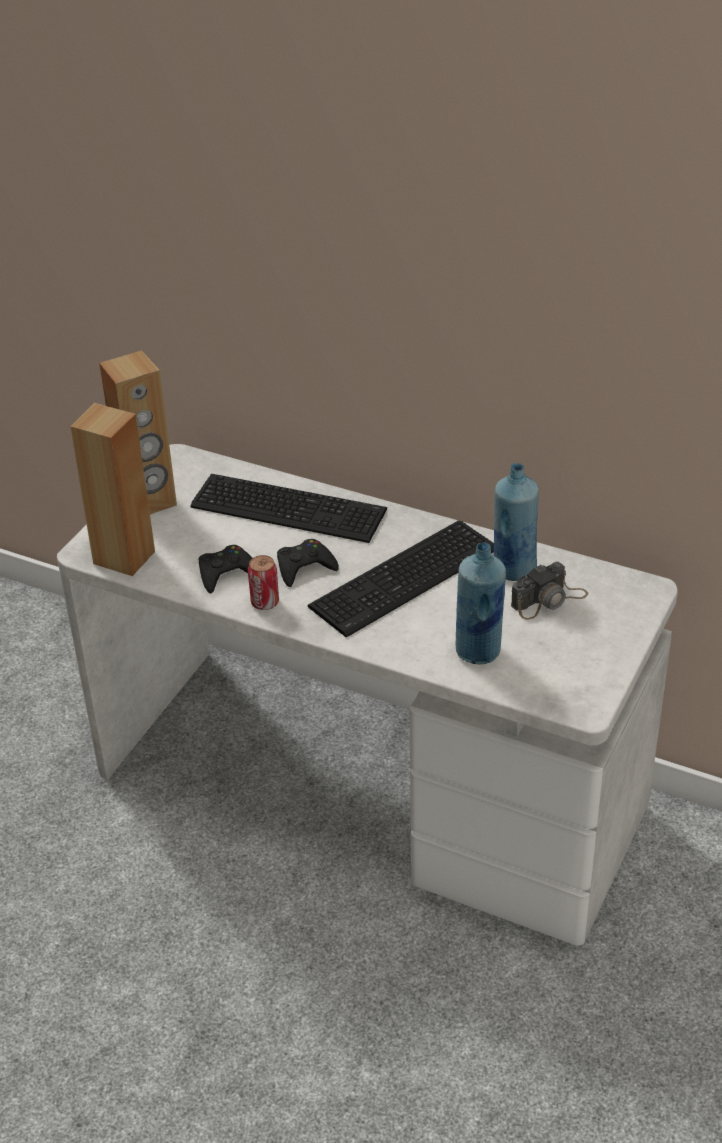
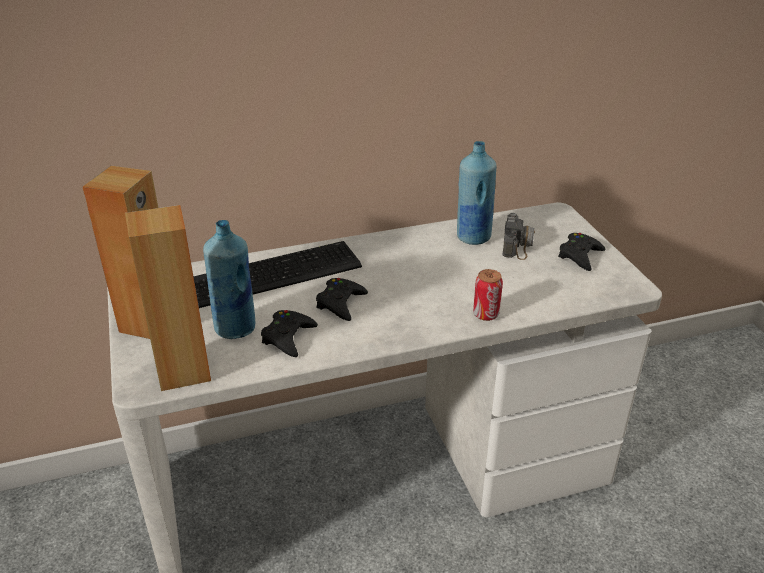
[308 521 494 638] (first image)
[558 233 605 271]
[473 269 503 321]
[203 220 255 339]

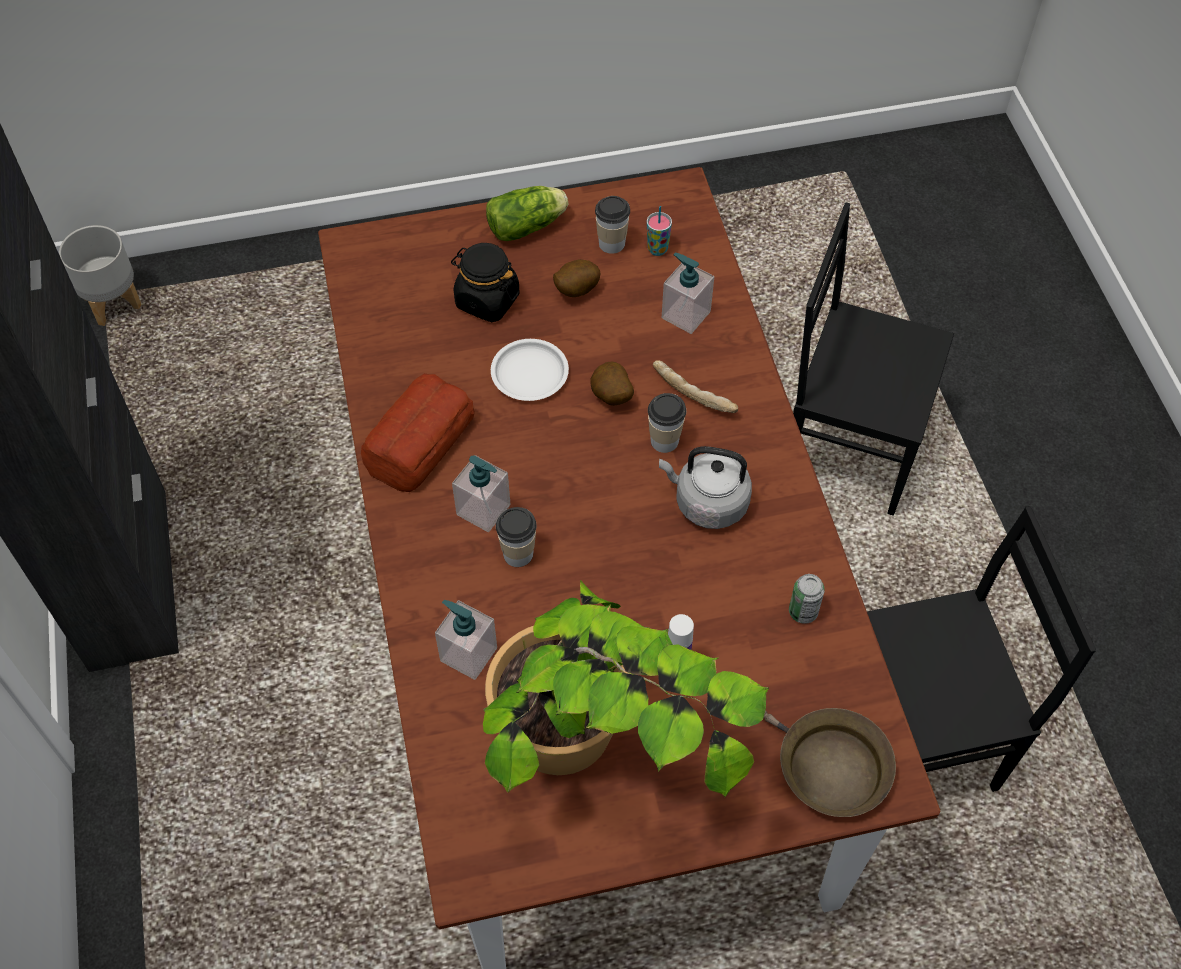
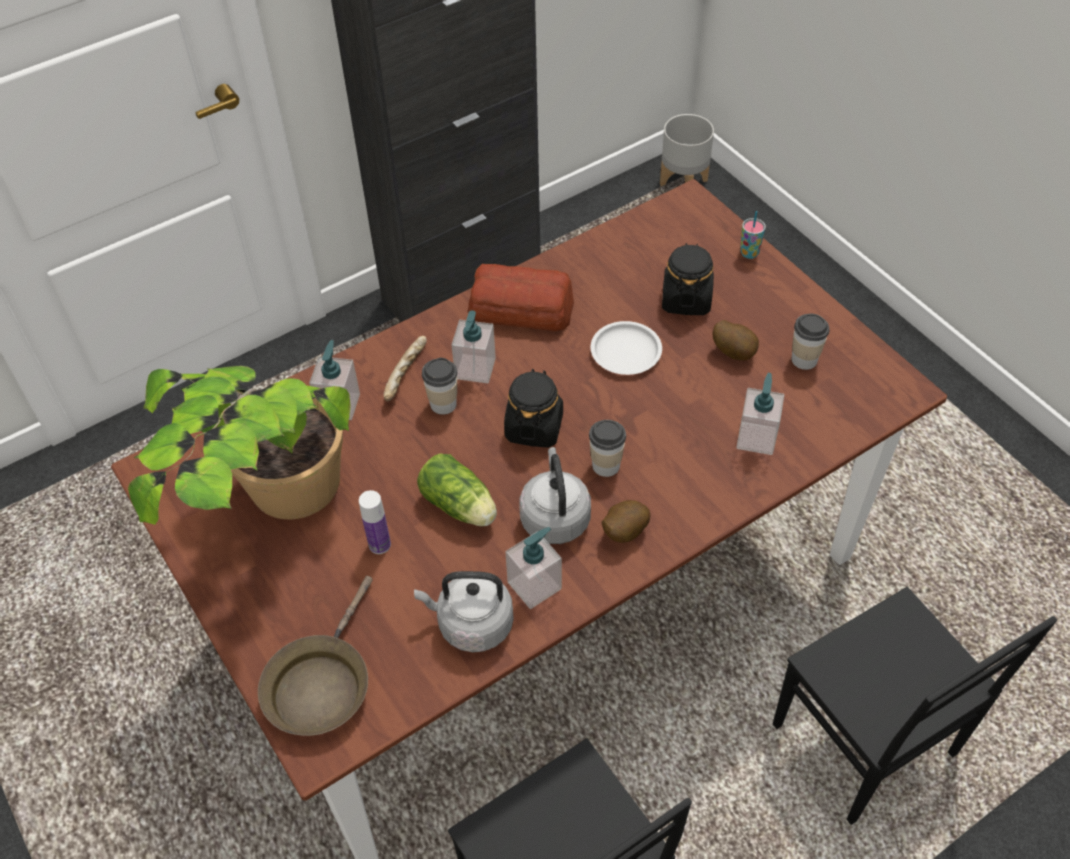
[504 369 563 448]
[505 527 562 609]
[417 453 497 526]
[602 500 651 543]
[740 211 766 259]
[383 336 427 401]
[414 571 514 652]
[773 587 1057 825]

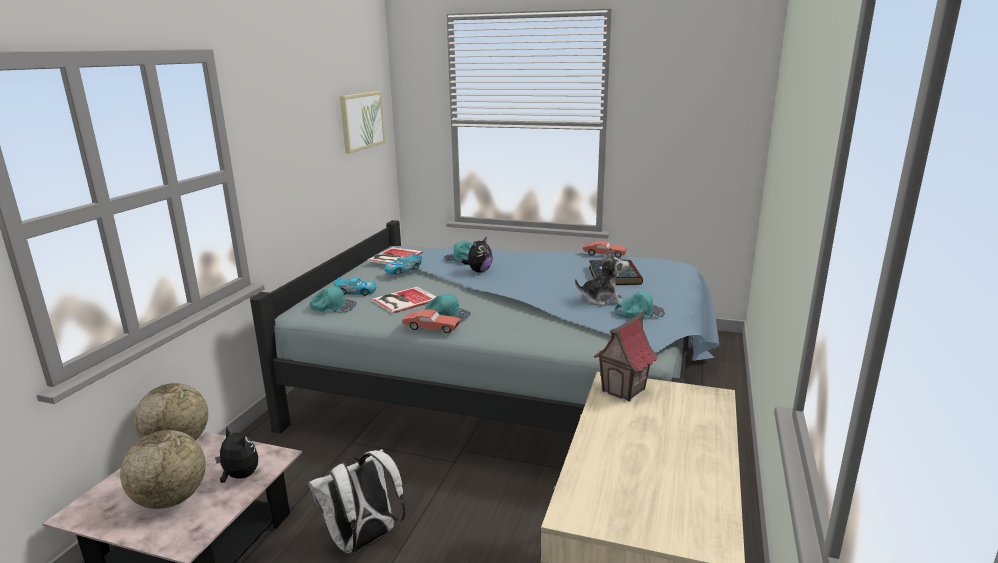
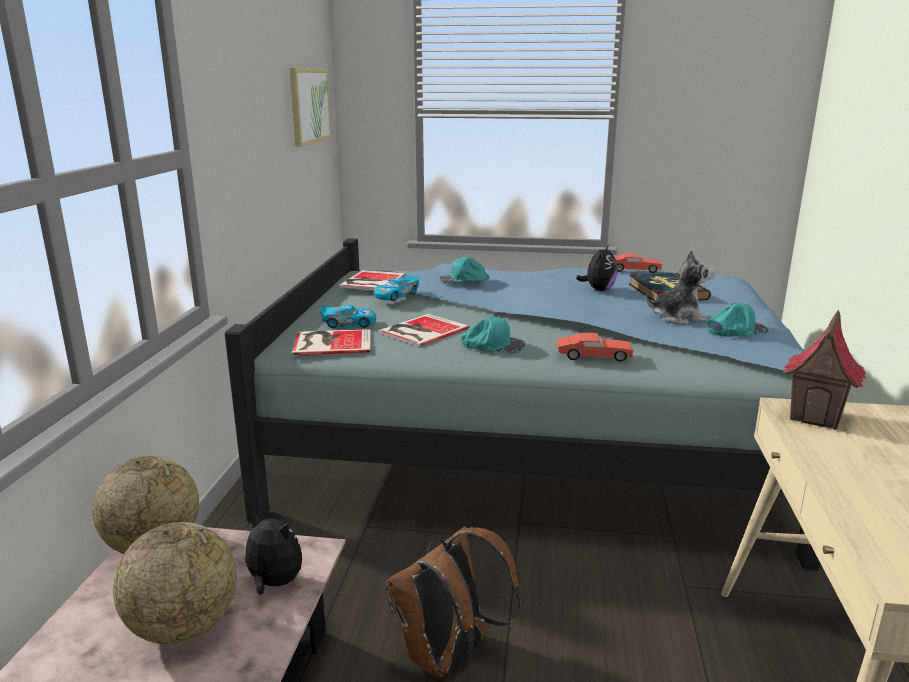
[557 333 633 362]
[576 244 618 291]
[292 329 371 355]
[385 526 520 677]

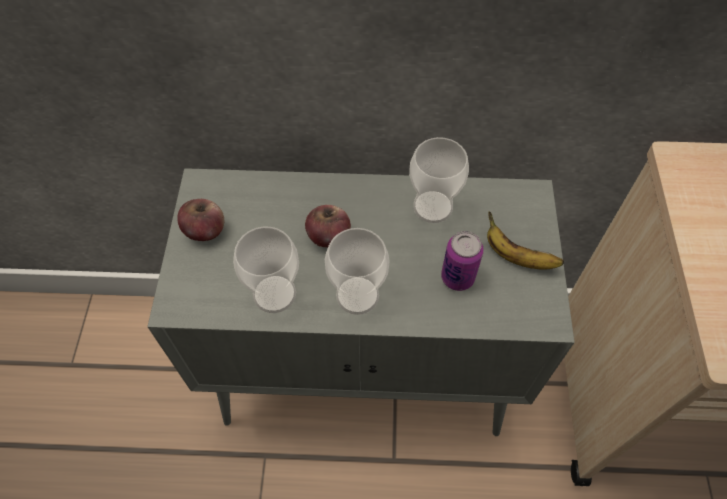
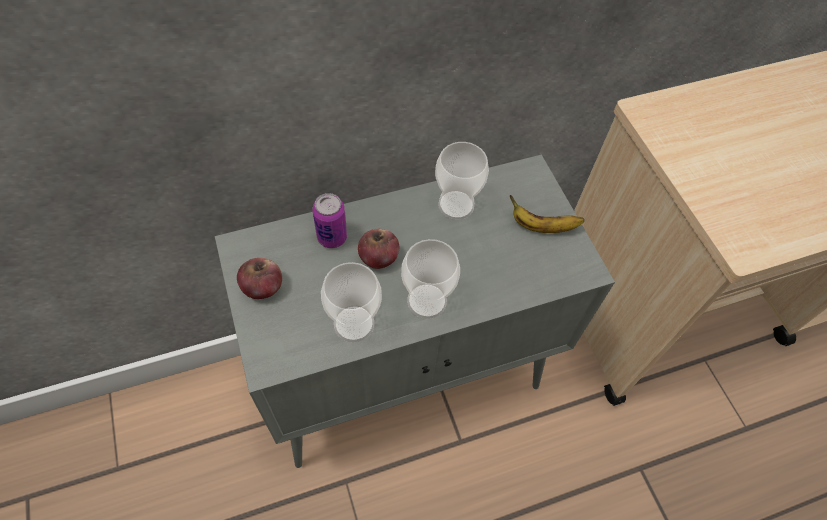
[312 193 347 248]

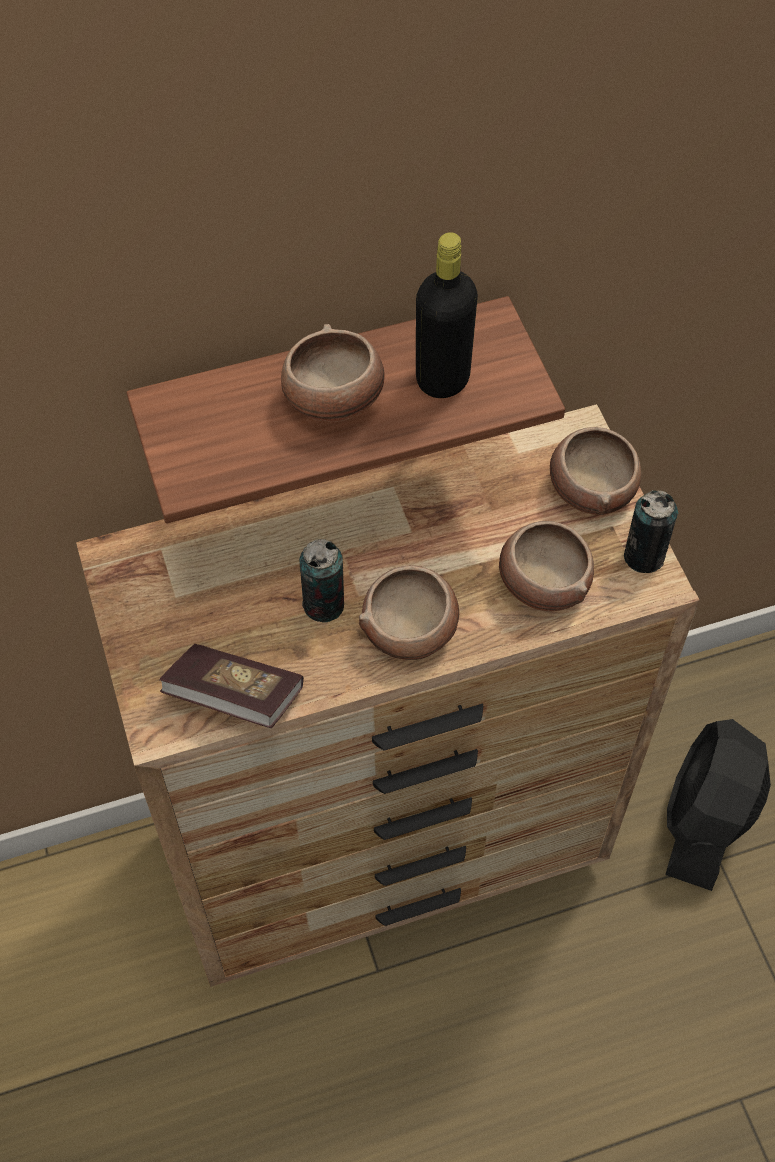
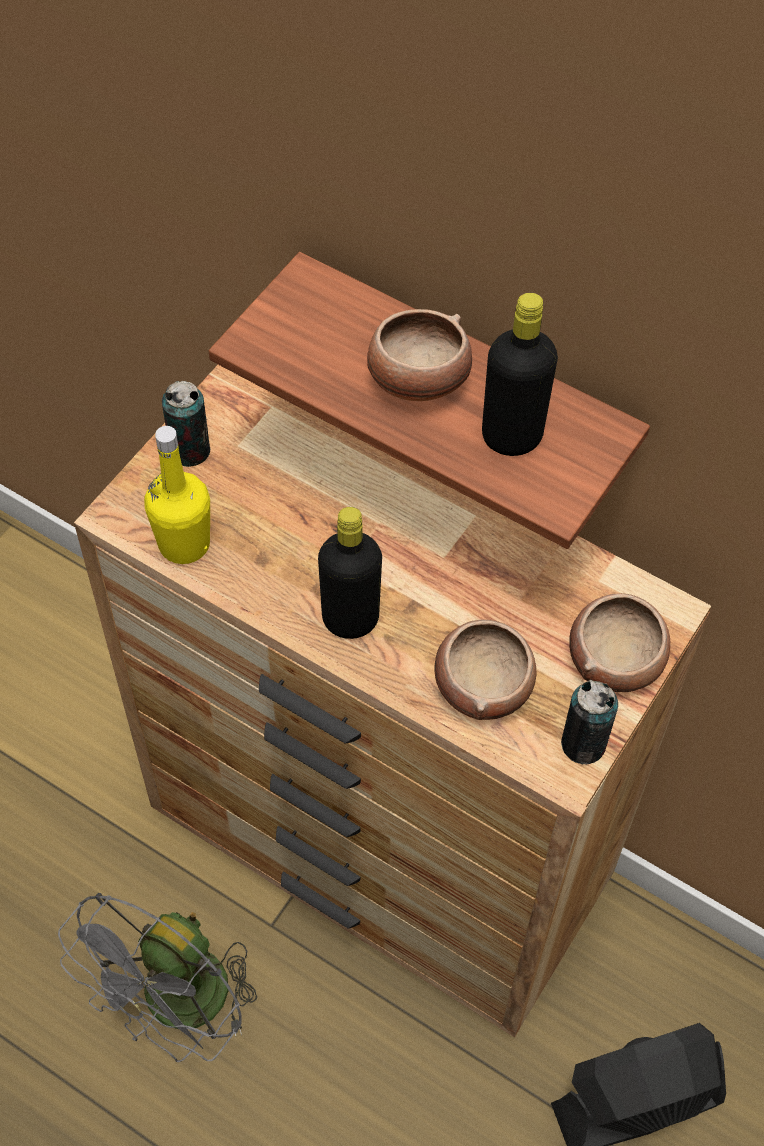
[58 893 257 1062]
[162 381 210 467]
[144 426 210 564]
[318 507 382 639]

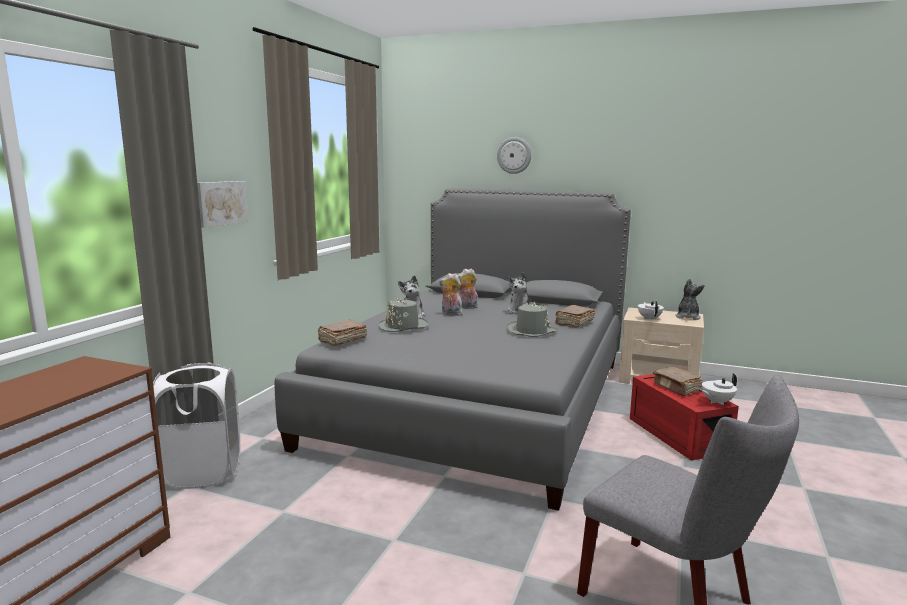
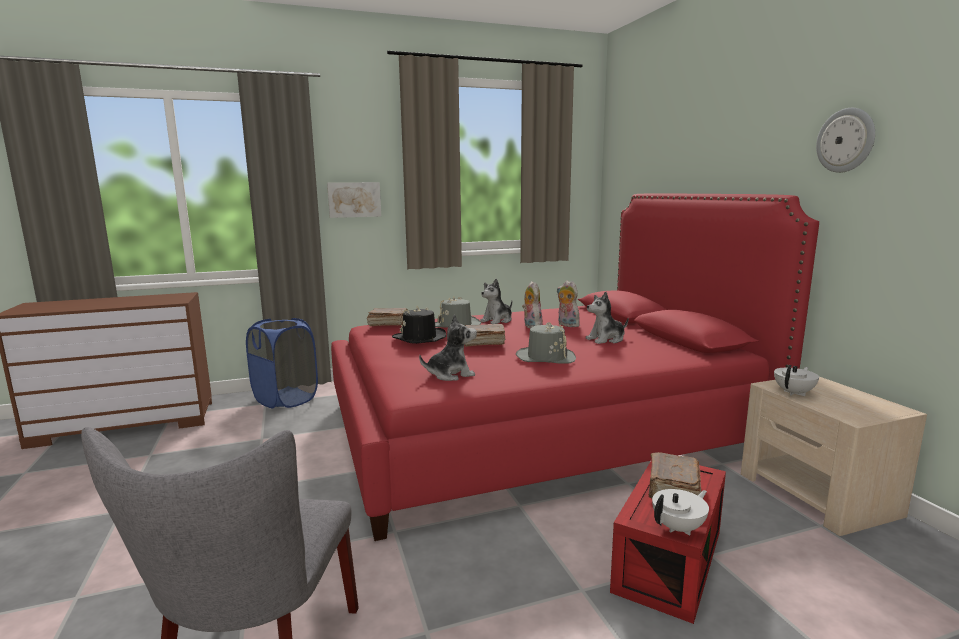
[392 306 446 344]
[816 108 875 173]
[465 324 505 347]
[419 314 477 381]
[246 318 318 408]
[331 193 819 541]
[652 489 709 536]

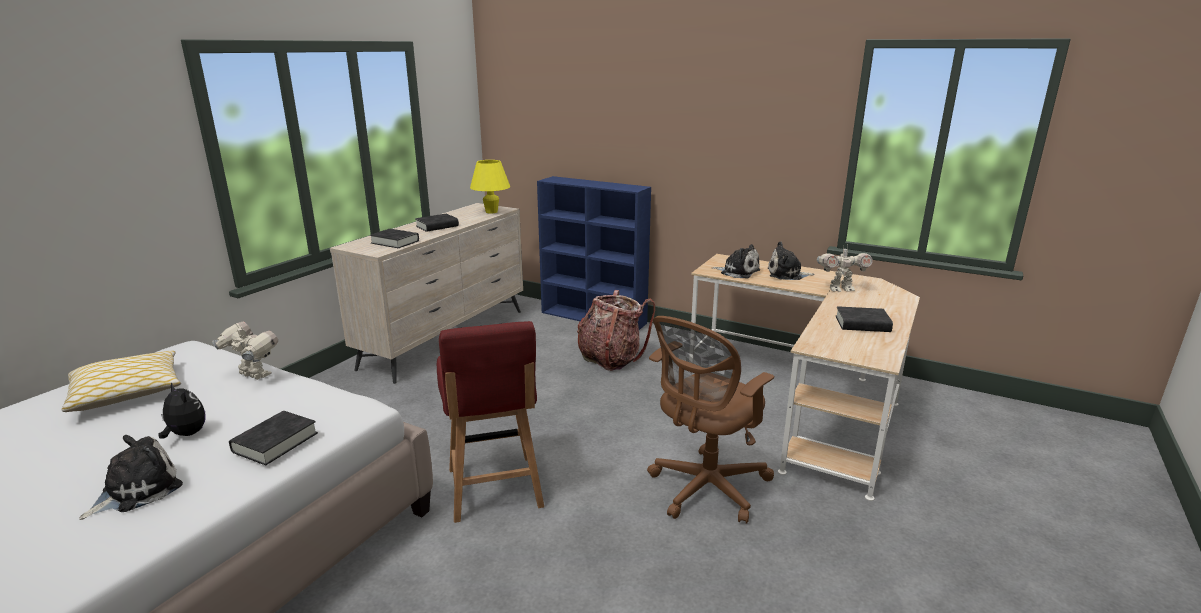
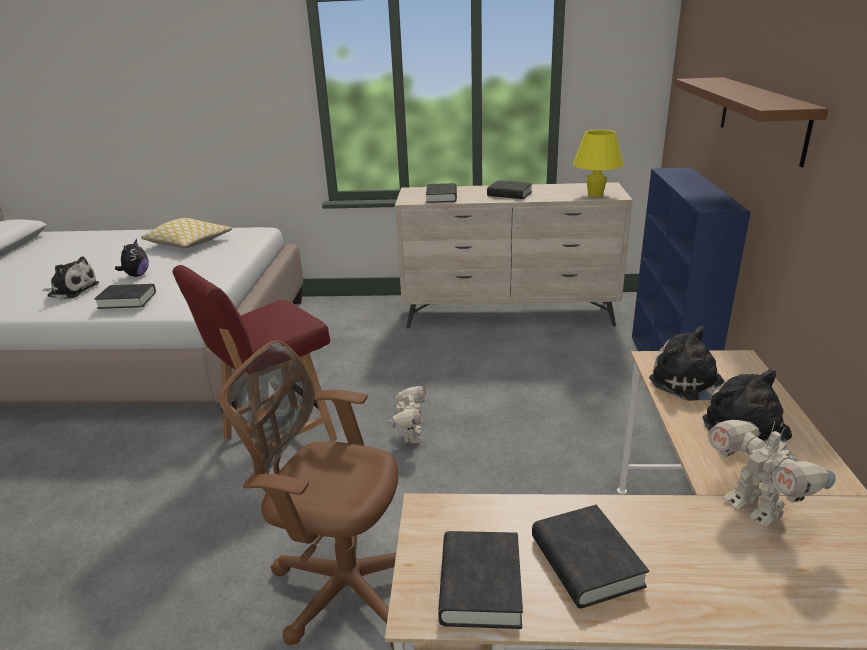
[577 290 655 371] (first image)
[438 531 523 629]
[675 77 828 167]
[388 386 427 443]
[649 326 724 401]

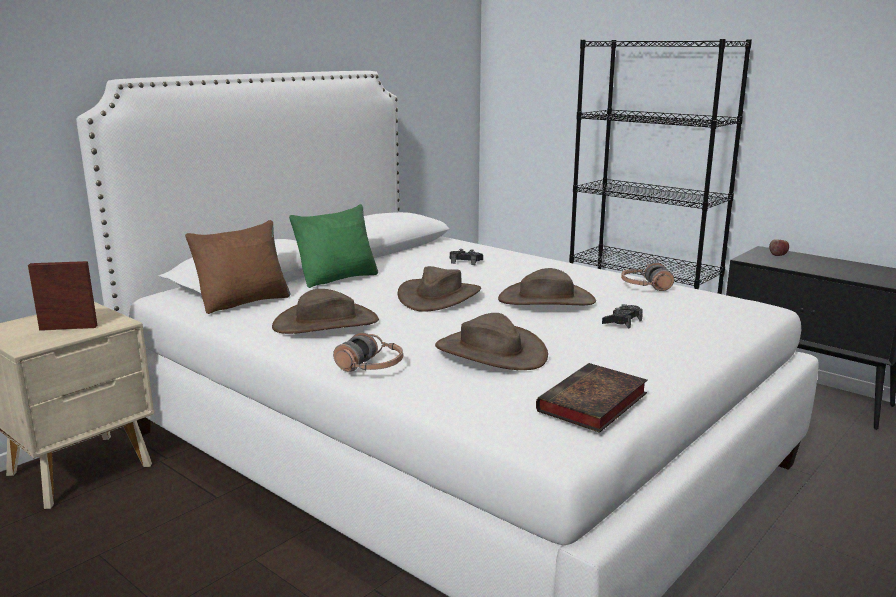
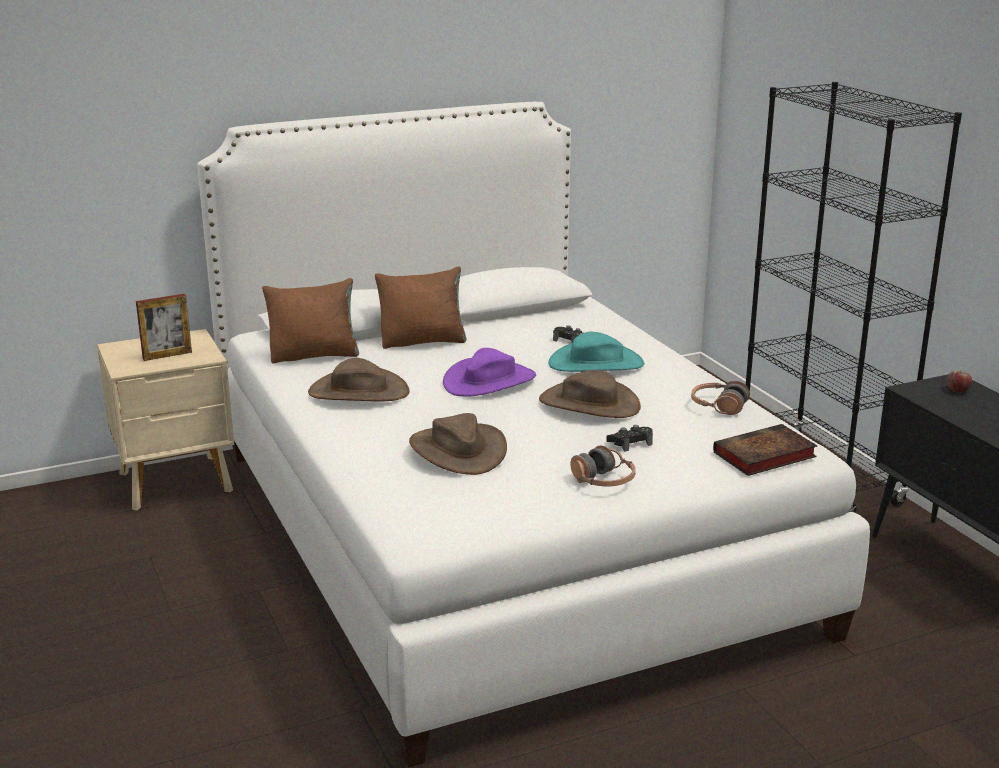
[548 332 644 372]
[570 446 636 487]
[713 424 817 476]
[375 267 467 349]
[443 348 536 396]
[136 294 192 361]

